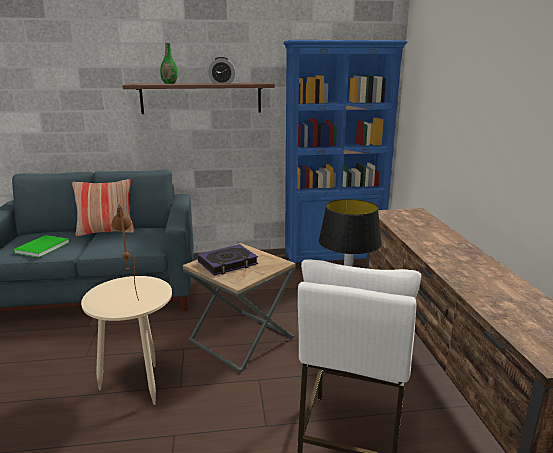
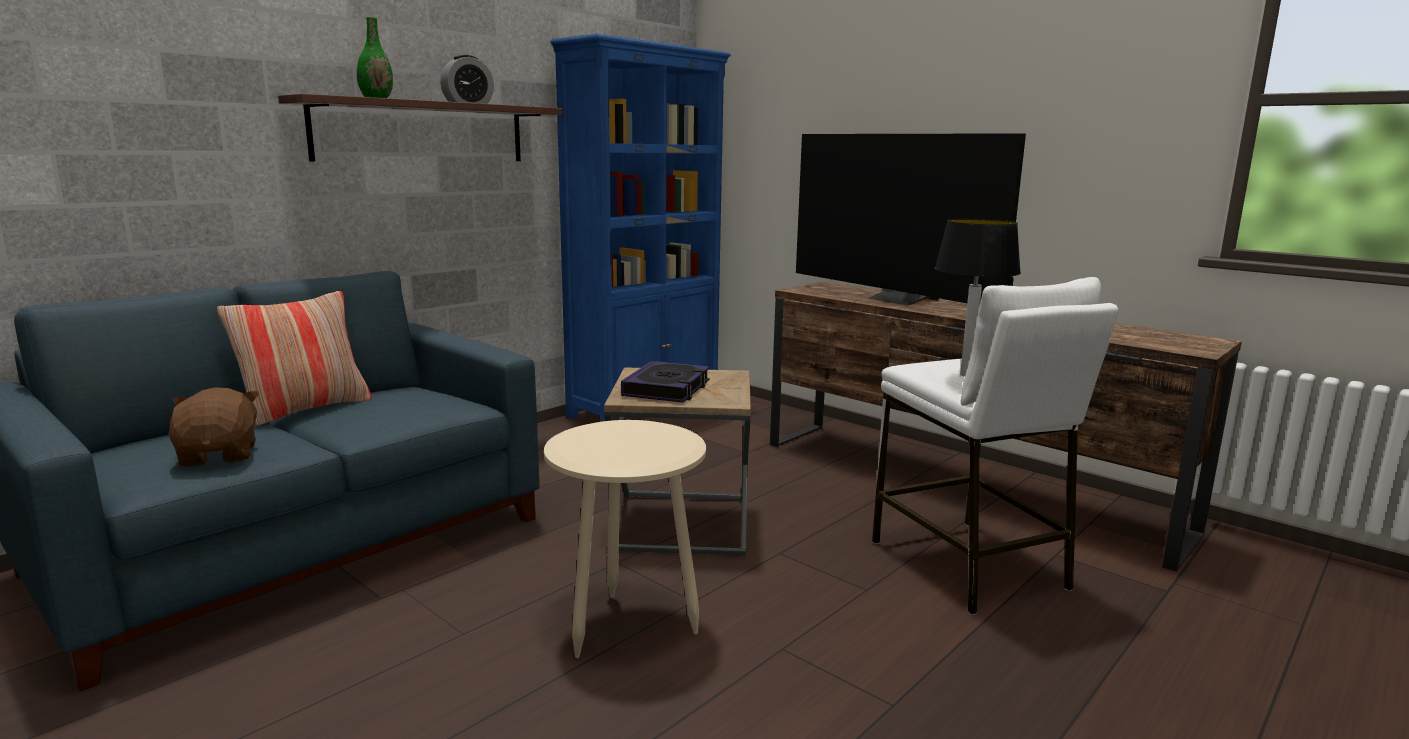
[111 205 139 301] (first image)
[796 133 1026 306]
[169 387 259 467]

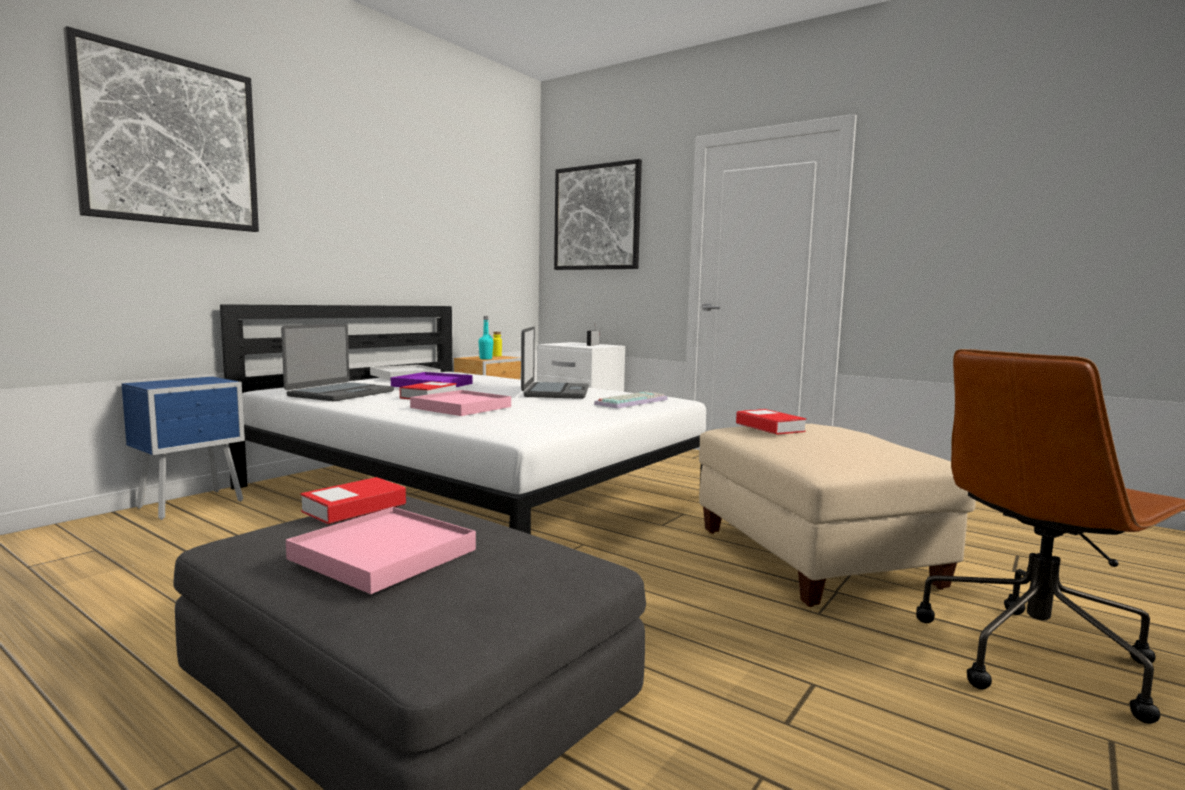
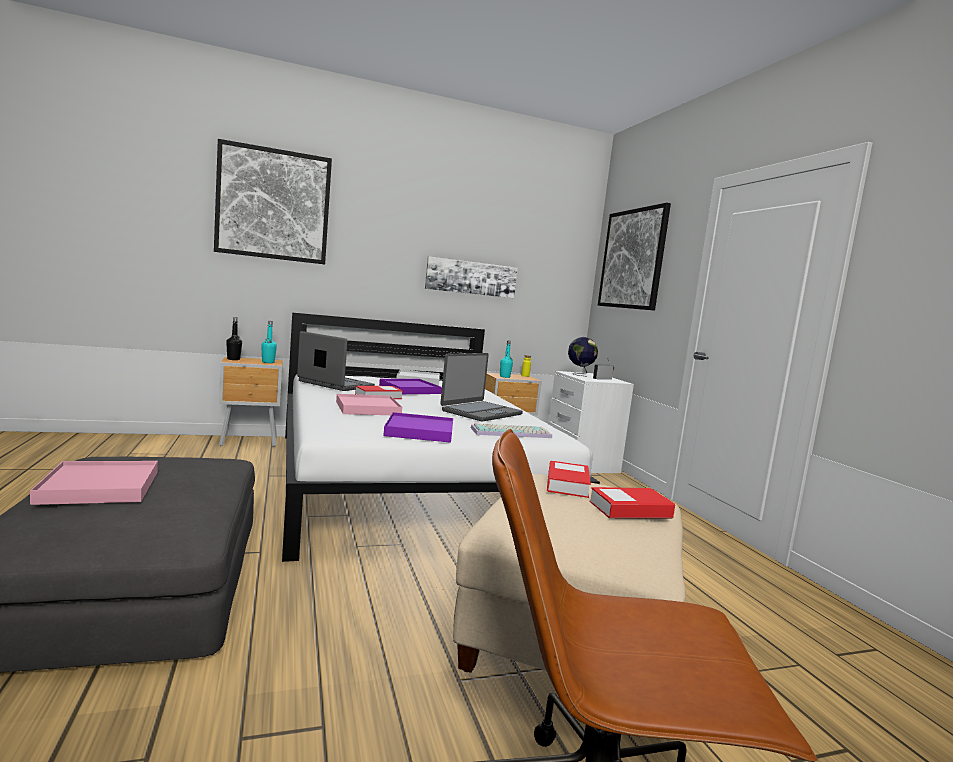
[226 317 242 360]
[261 321 277 363]
[383 412 453 443]
[425 256 518 298]
[568 337 598 376]
[589 487 675 518]
[219 357 283 447]
[297 331 375 391]

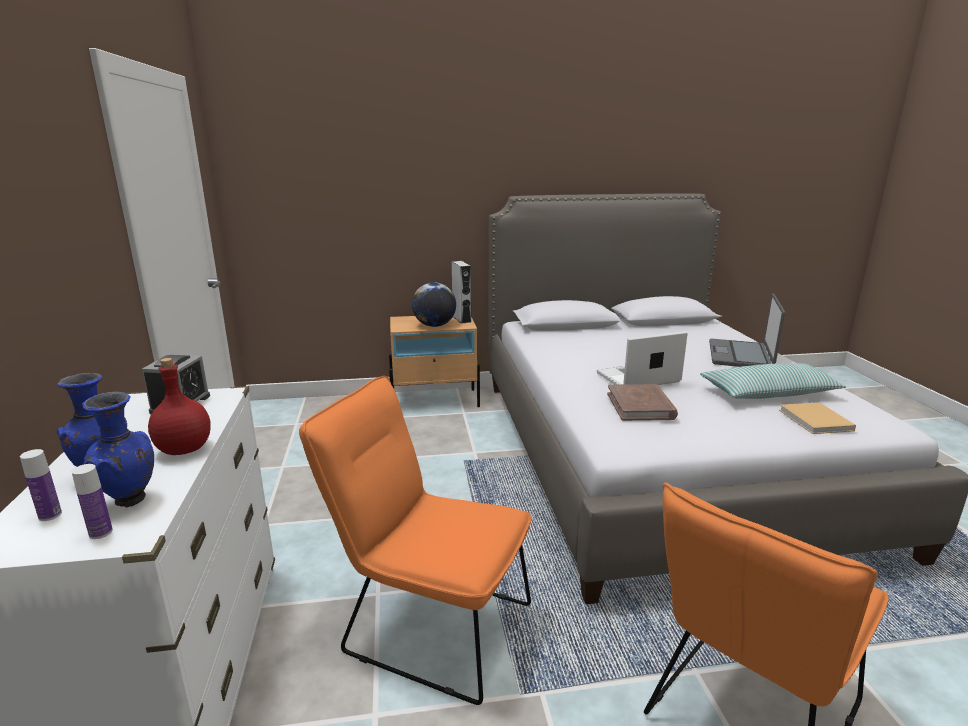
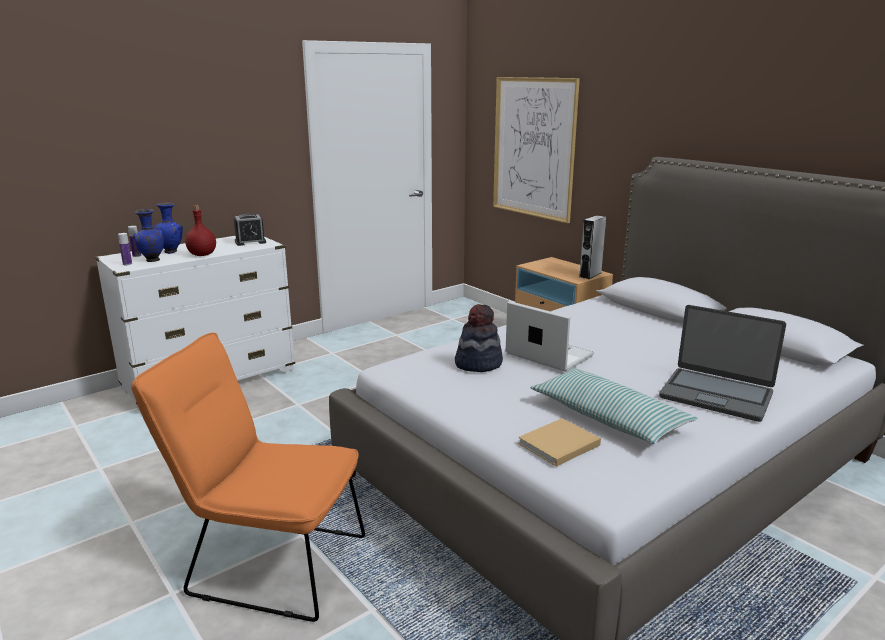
[299 376 531 705] (first image)
[412 282 456 327] (first image)
[493 77 580 223]
[455 304 503 372]
[659 305 786 422]

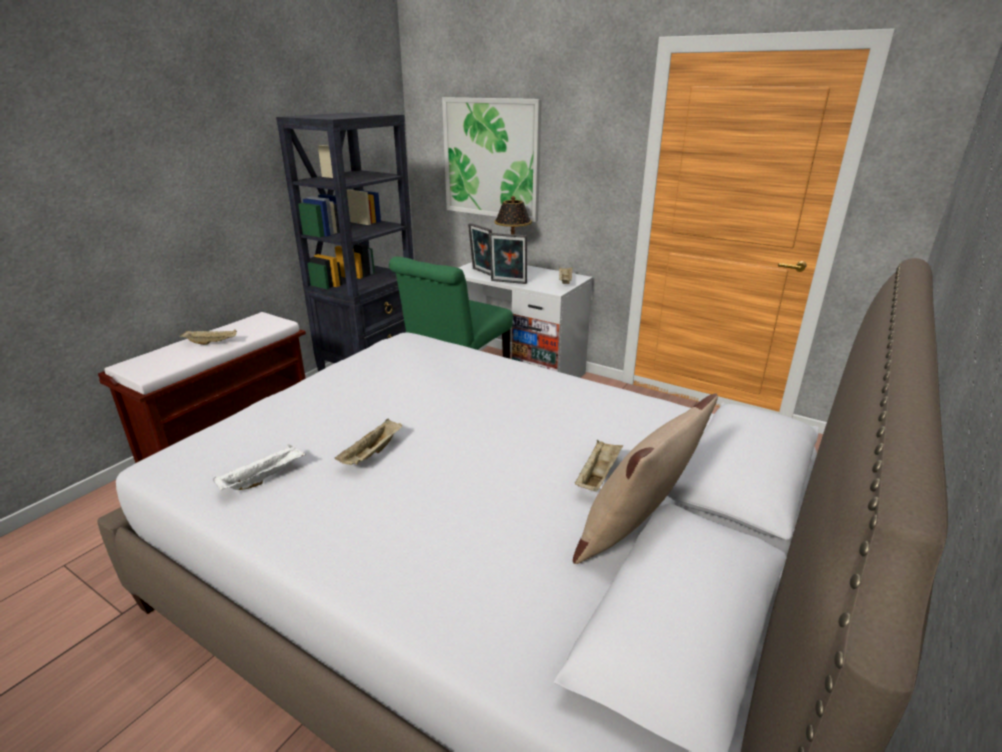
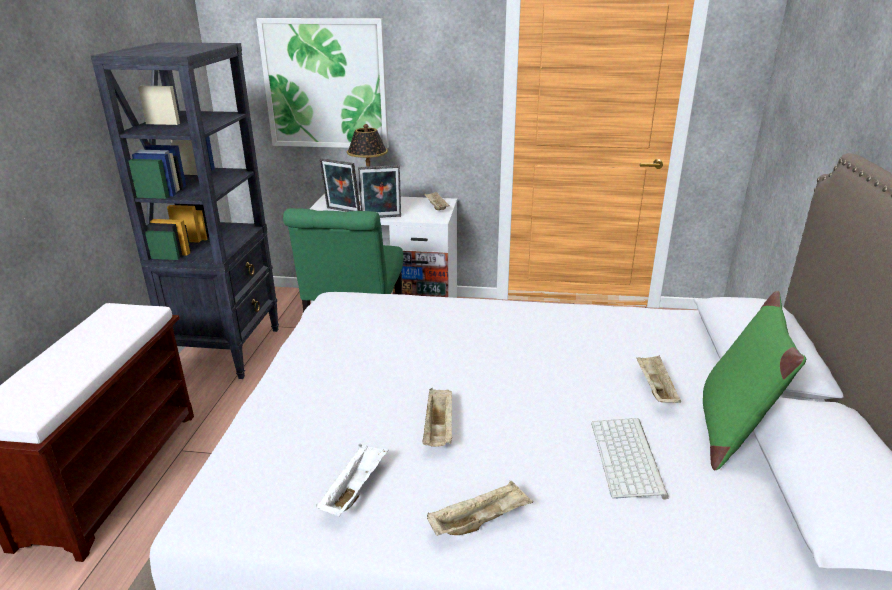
[591 418 669 500]
[427 481 533 536]
[703 291 806 470]

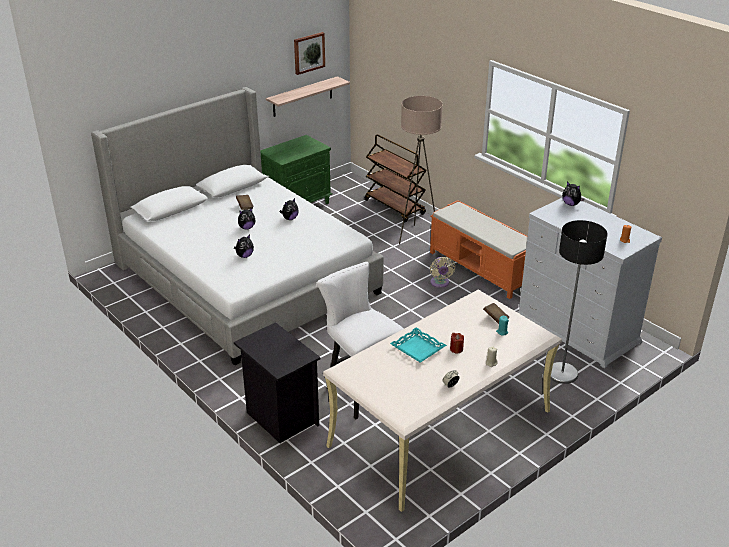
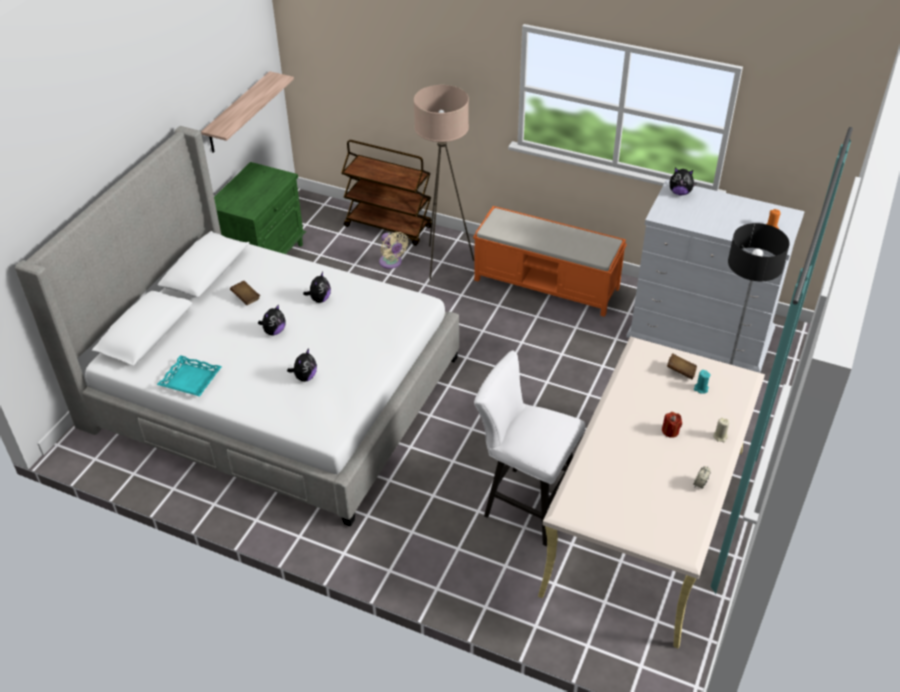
[234 322 320 443] (first image)
[294 32 325 75] (first image)
[157 355 222 396]
[379 232 408 269]

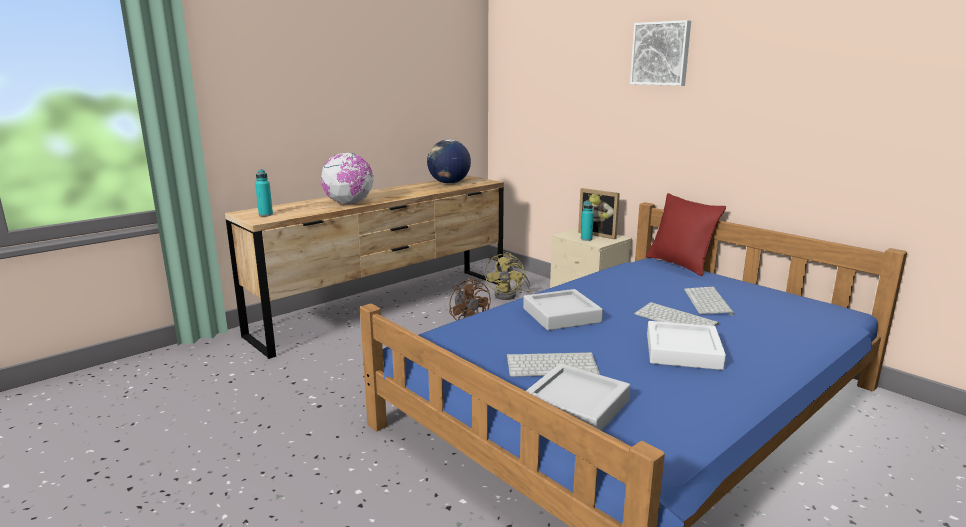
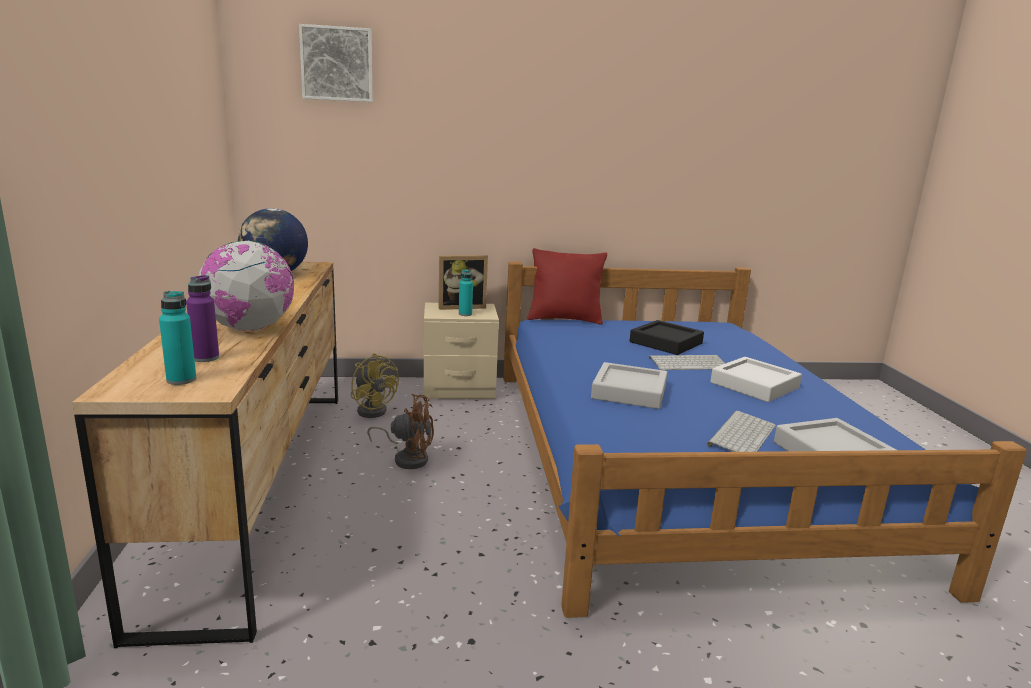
[186 275 219 362]
[299 24 373 102]
[630 320 704 355]

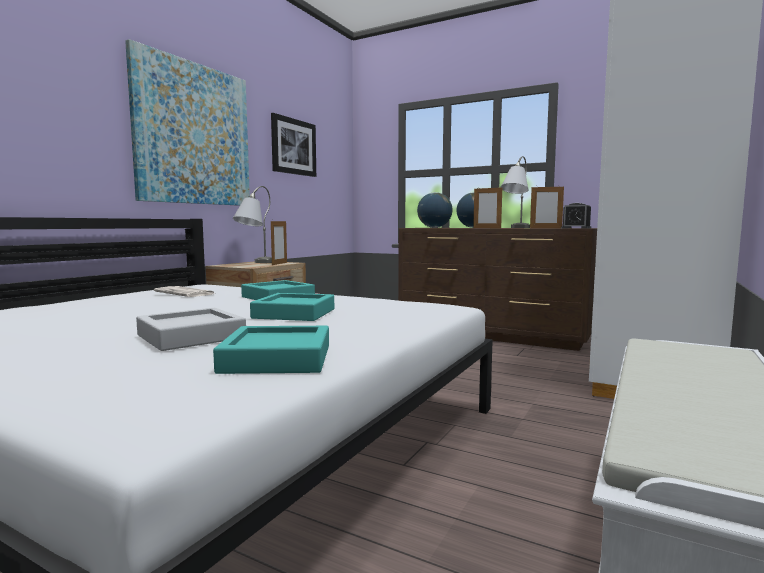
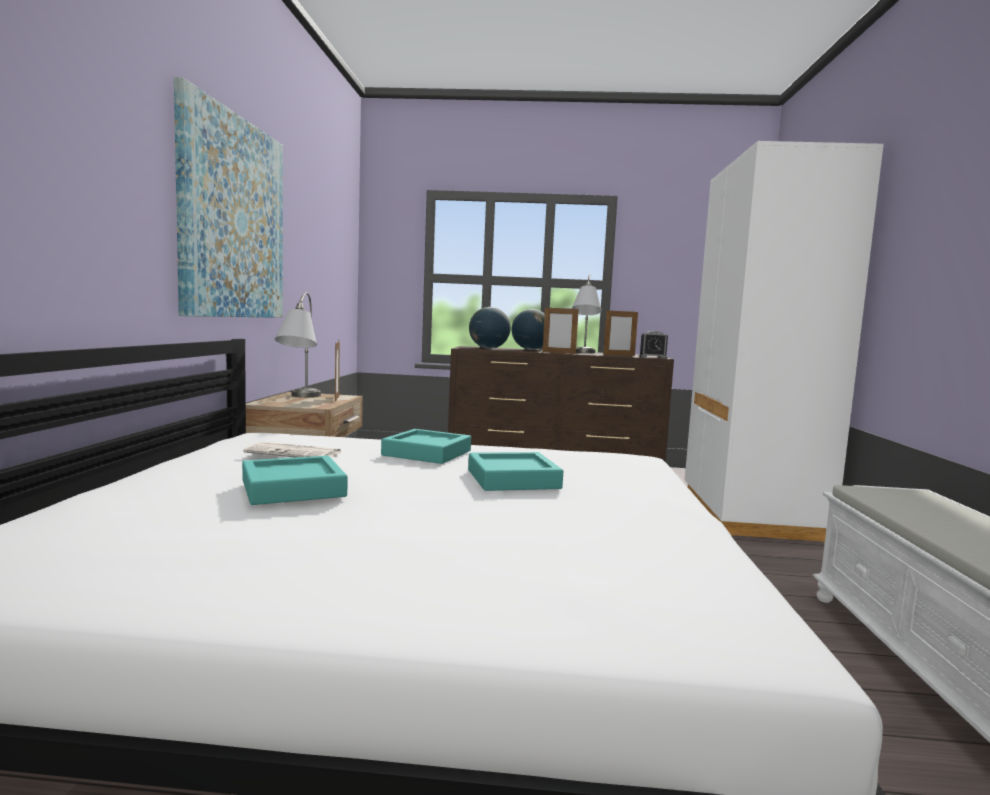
[136 308 246 351] (first image)
[271 113 316 177] (first image)
[242 456 348 505]

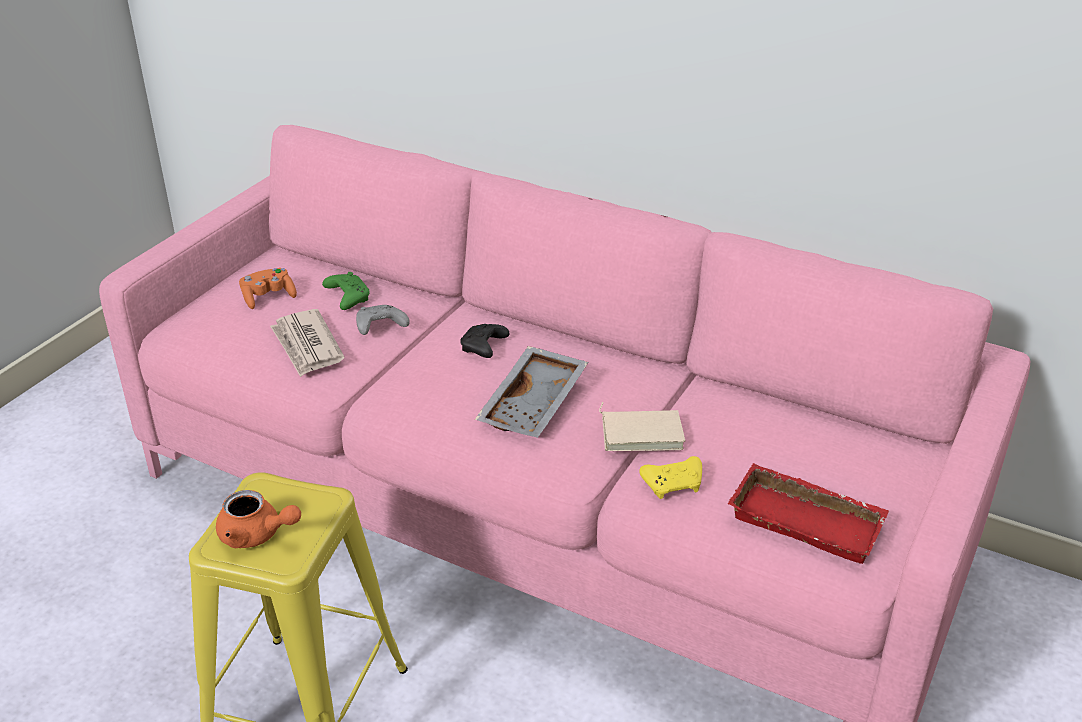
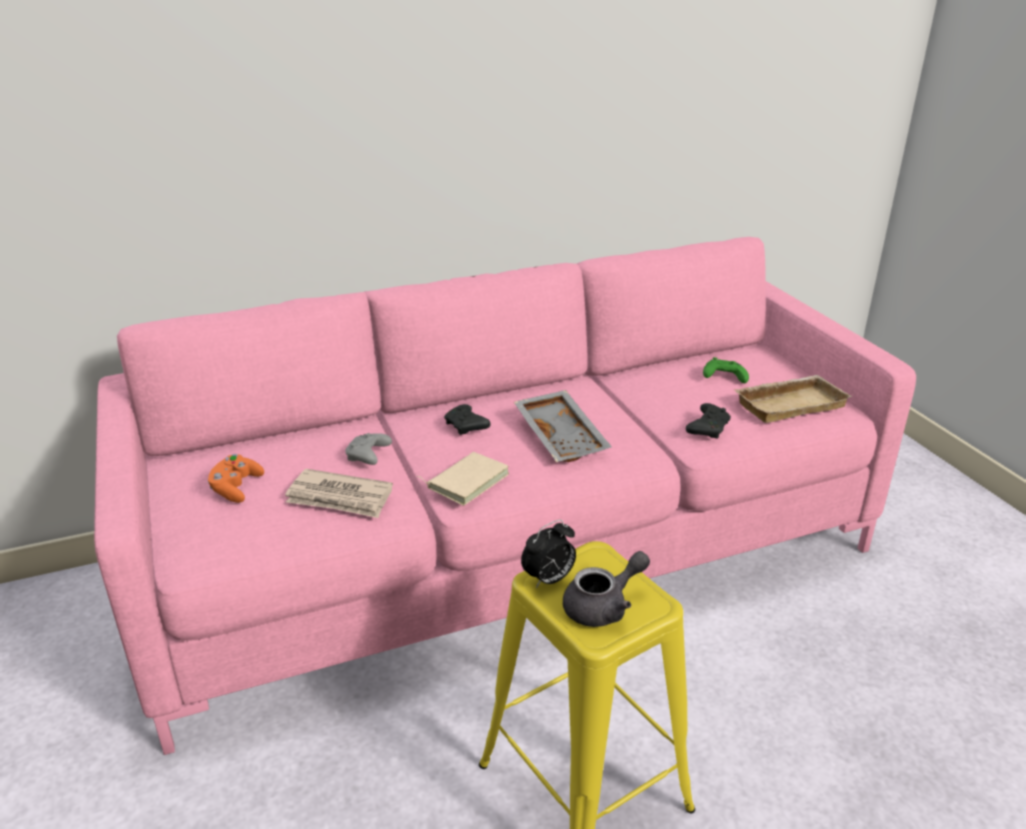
[521 520 576 588]
[703 357 749 383]
[416 452 509 505]
[563 551 650 627]
[686 403 731 438]
[734 375 852 423]

